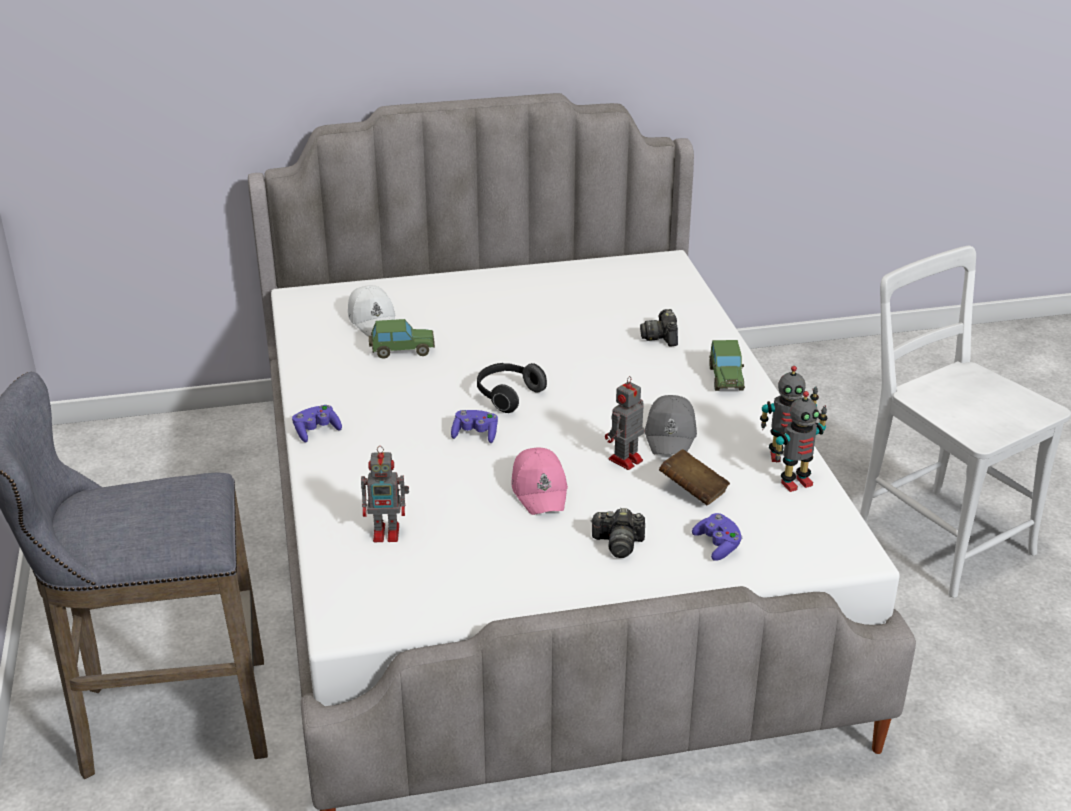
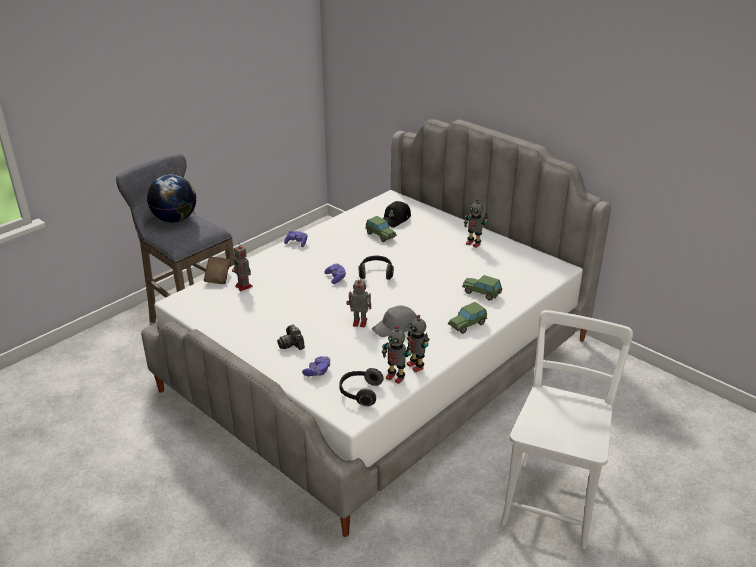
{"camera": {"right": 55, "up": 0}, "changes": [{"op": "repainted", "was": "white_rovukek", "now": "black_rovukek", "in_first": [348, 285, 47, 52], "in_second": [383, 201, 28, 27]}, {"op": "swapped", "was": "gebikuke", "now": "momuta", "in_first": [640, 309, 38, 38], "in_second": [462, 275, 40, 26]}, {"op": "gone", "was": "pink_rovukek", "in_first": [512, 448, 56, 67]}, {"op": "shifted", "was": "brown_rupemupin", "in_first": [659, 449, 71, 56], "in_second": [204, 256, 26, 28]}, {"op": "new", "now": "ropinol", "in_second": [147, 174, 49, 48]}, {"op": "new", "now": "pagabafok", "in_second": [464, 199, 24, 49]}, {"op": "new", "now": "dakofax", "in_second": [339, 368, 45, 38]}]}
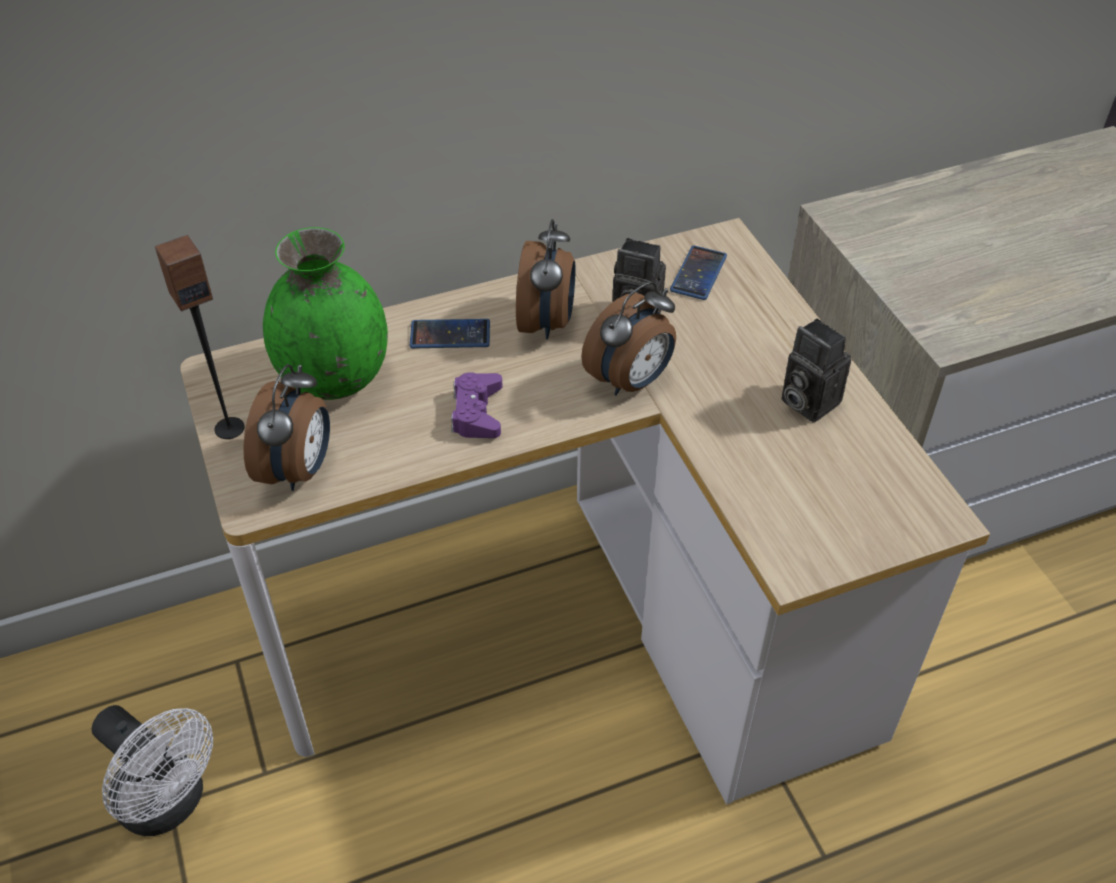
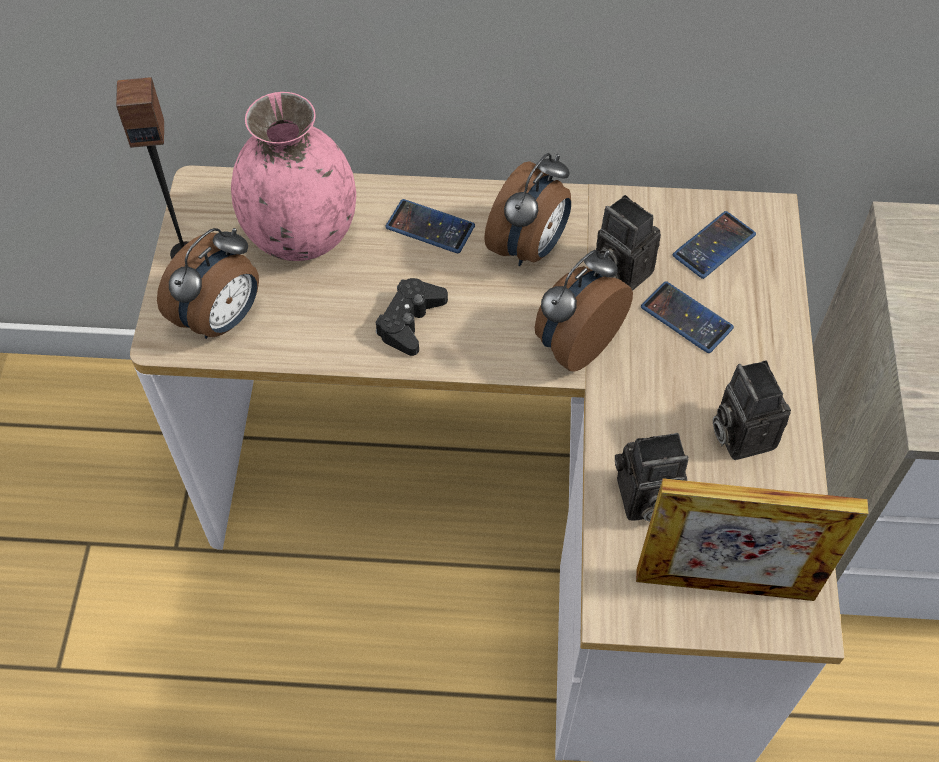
{"camera": {"right": 25, "up": 10}, "changes": [{"op": "repainted", "was": "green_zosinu", "now": "pink_zosinu", "in_first": [263, 227, 125, 173], "in_second": [231, 92, 125, 169]}, {"op": "rotated", "was": "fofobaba", "in_first": [581, 282, 95, 114], "in_second": [535, 250, 98, 122], "clockwise": 150}, {"op": "repainted", "was": "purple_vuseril", "now": "black_vuseril", "in_first": [451, 372, 52, 66], "in_second": [376, 278, 72, 78]}, {"op": "gone", "was": "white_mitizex", "in_first": [92, 705, 121, 131]}, {"op": "new", "now": "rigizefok", "in_second": [641, 281, 93, 72]}, {"op": "new", "now": "gebikuke", "in_second": [615, 433, 74, 88]}, {"op": "new", "now": "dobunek", "in_second": [636, 478, 233, 123]}]}
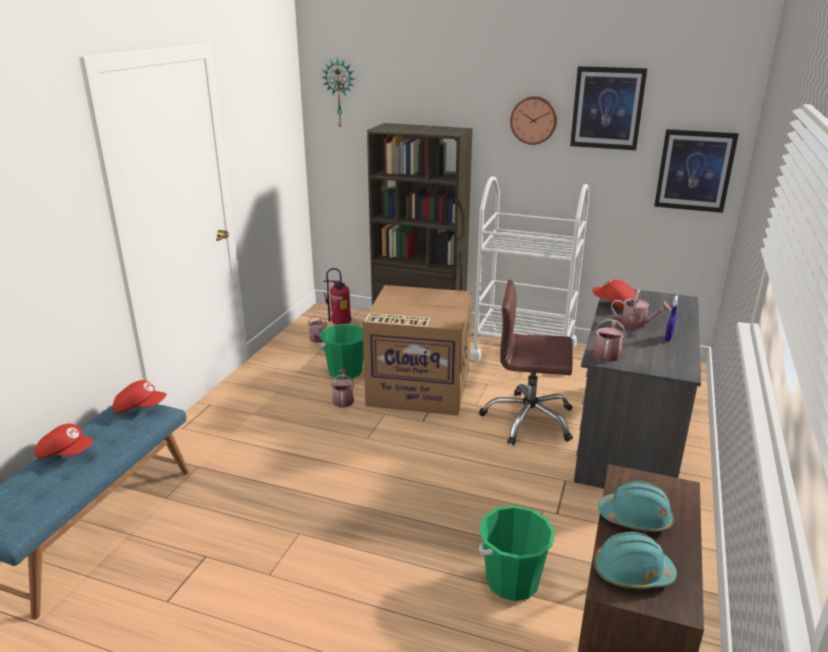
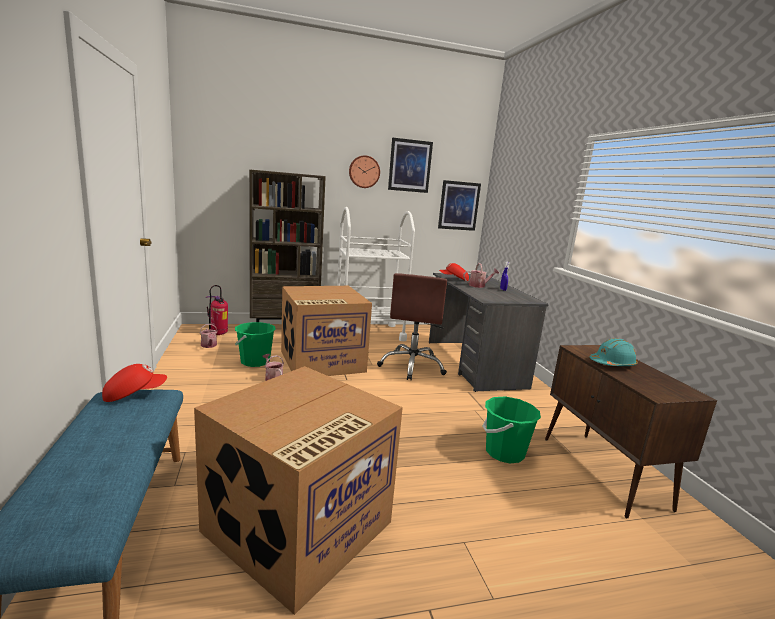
{"camera": {"right": -35, "up": -10}, "changes": [{"op": "gone", "was": "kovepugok", "in_first": [321, 58, 34, 71]}, {"op": "rotated", "was": "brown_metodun", "in_first": [479, 280, 94, 165], "in_second": [377, 273, 70, 107], "clockwise": -60}, {"op": "gone", "was": "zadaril", "in_first": [593, 315, 33, 47]}, {"op": "gone", "was": "red_rovukek", "in_first": [34, 424, 60, 34]}, {"op": "gone", "was": "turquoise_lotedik", "in_first": [594, 532, 83, 57]}, {"op": "new", "now": "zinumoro", "in_second": [194, 366, 209, 249]}]}
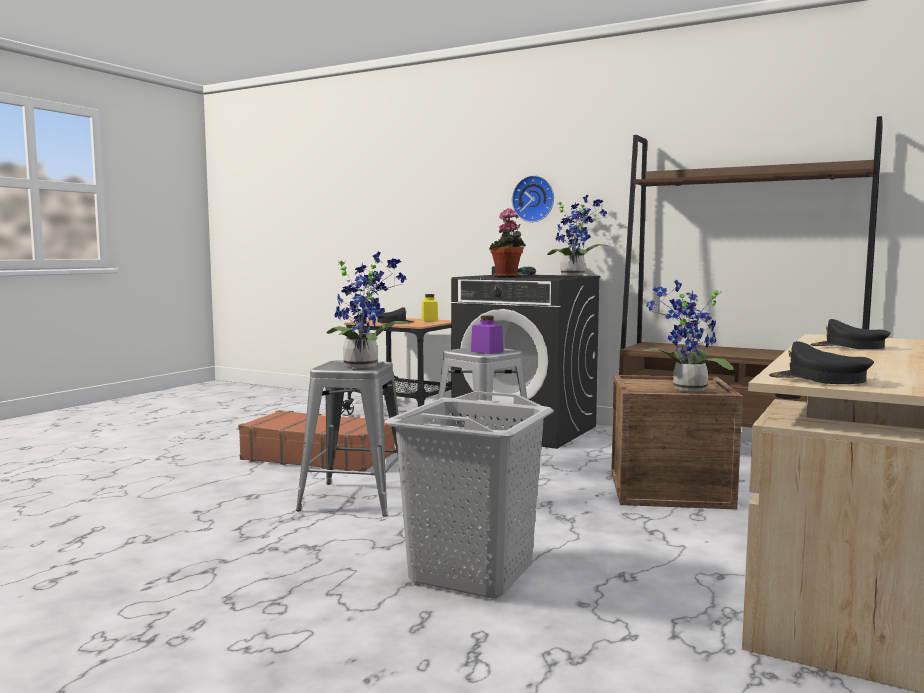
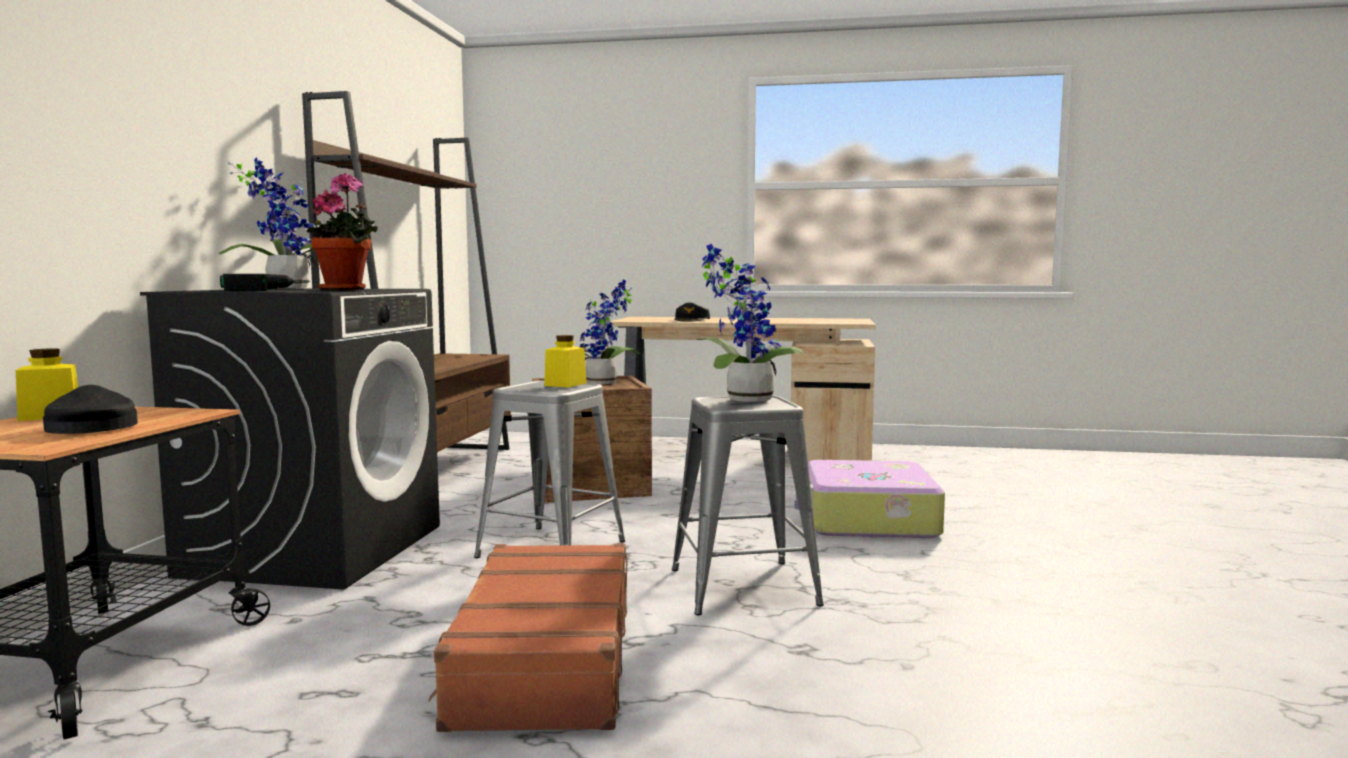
{"camera": {"right": -110, "up": 0}, "changes": [{"op": "gone", "was": "kovepugok", "in_first": [512, 175, 42, 47]}, {"op": "repainted", "was": "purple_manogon", "now": "yellow_manogon", "in_first": [471, 315, 32, 39], "in_second": [544, 335, 42, 52]}, {"op": "gone", "was": "black_rovukek", "in_first": [769, 341, 105, 43]}, {"op": "swapped", "was": "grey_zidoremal", "now": "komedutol", "in_first": [385, 391, 169, 207], "in_second": [795, 460, 150, 78]}]}
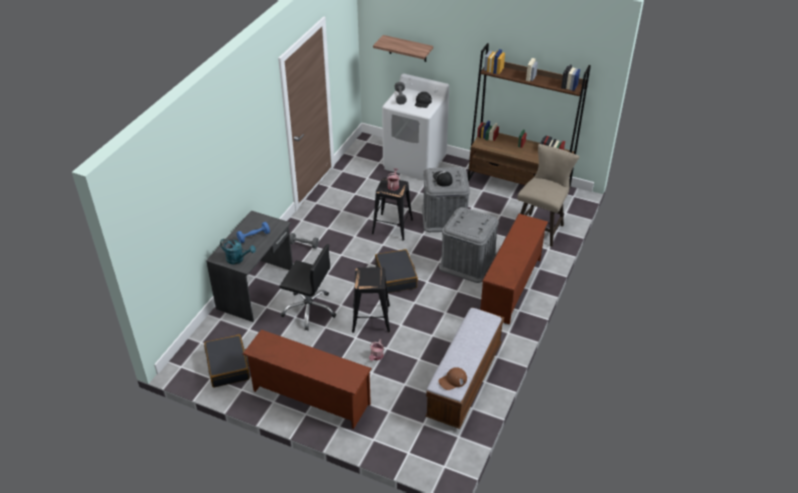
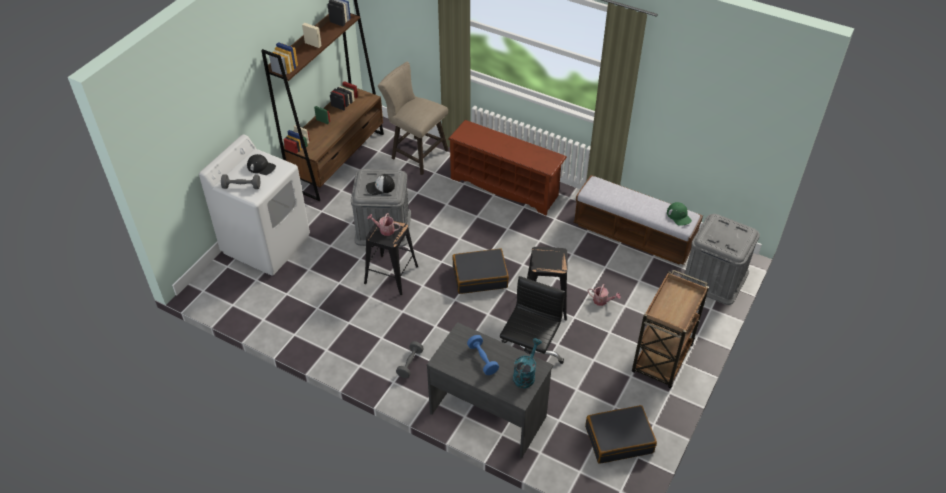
{"camera": {"right": -85, "up": 5}, "changes": [{"op": "gone", "was": "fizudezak", "in_first": [373, 35, 60, 27]}, {"op": "shifted", "was": "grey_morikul", "in_first": [439, 207, 60, 76], "in_second": [682, 214, 78, 91]}, {"op": "swapped", "was": "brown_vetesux", "now": "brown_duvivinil", "in_first": [243, 329, 129, 100], "in_second": [632, 270, 77, 119]}, {"op": "repainted", "was": "brown_rovukek", "now": "green_rovukek", "in_first": [439, 368, 28, 22], "in_second": [667, 202, 25, 24]}]}
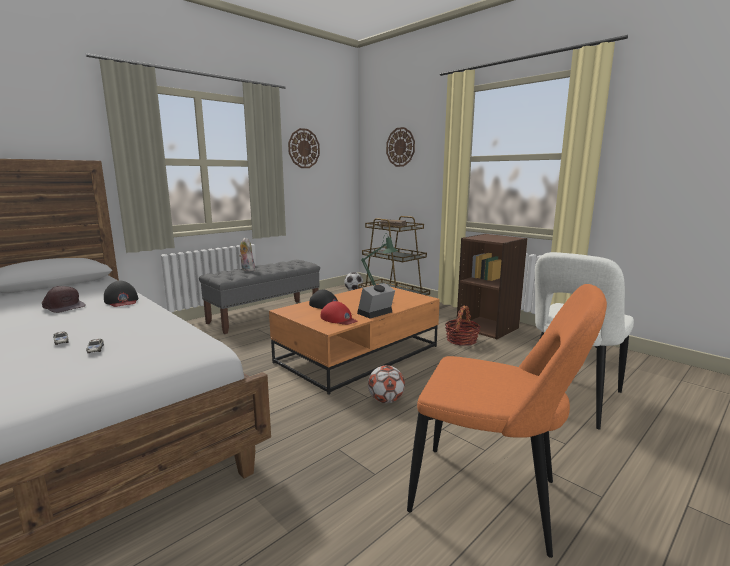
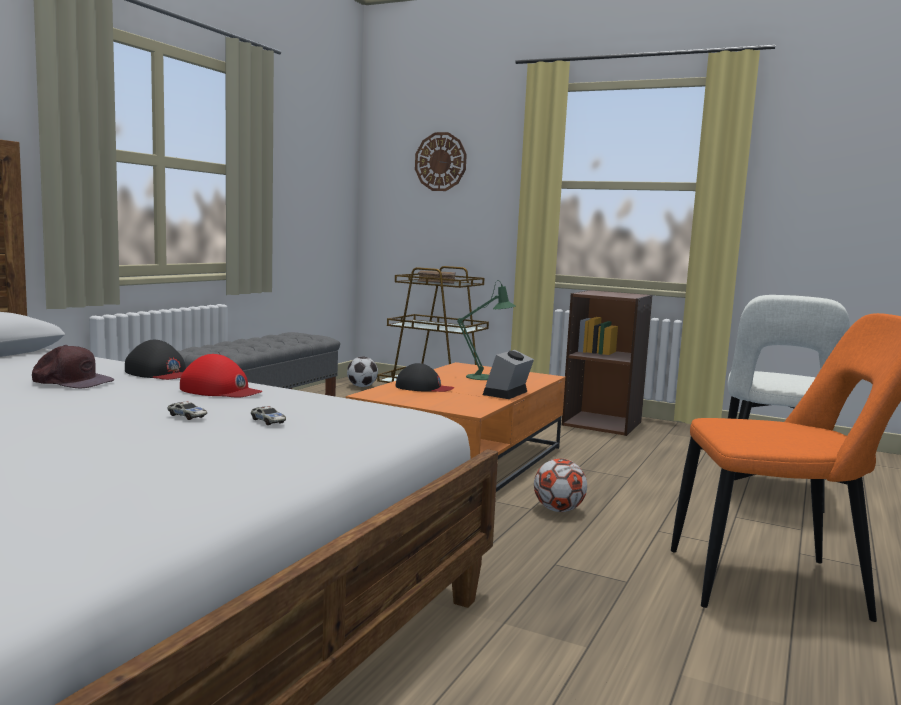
{"camera": {"right": -20, "up": -5}, "changes": [{"op": "gone", "was": "kovepugok", "in_first": [288, 128, 32, 40]}, {"op": "gone", "was": "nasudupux", "in_first": [239, 238, 16, 33]}, {"op": "shifted", "was": "red_rovukek", "in_first": [321, 301, 36, 24], "in_second": [180, 354, 83, 44]}, {"op": "gone", "was": "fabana", "in_first": [445, 306, 36, 40]}]}
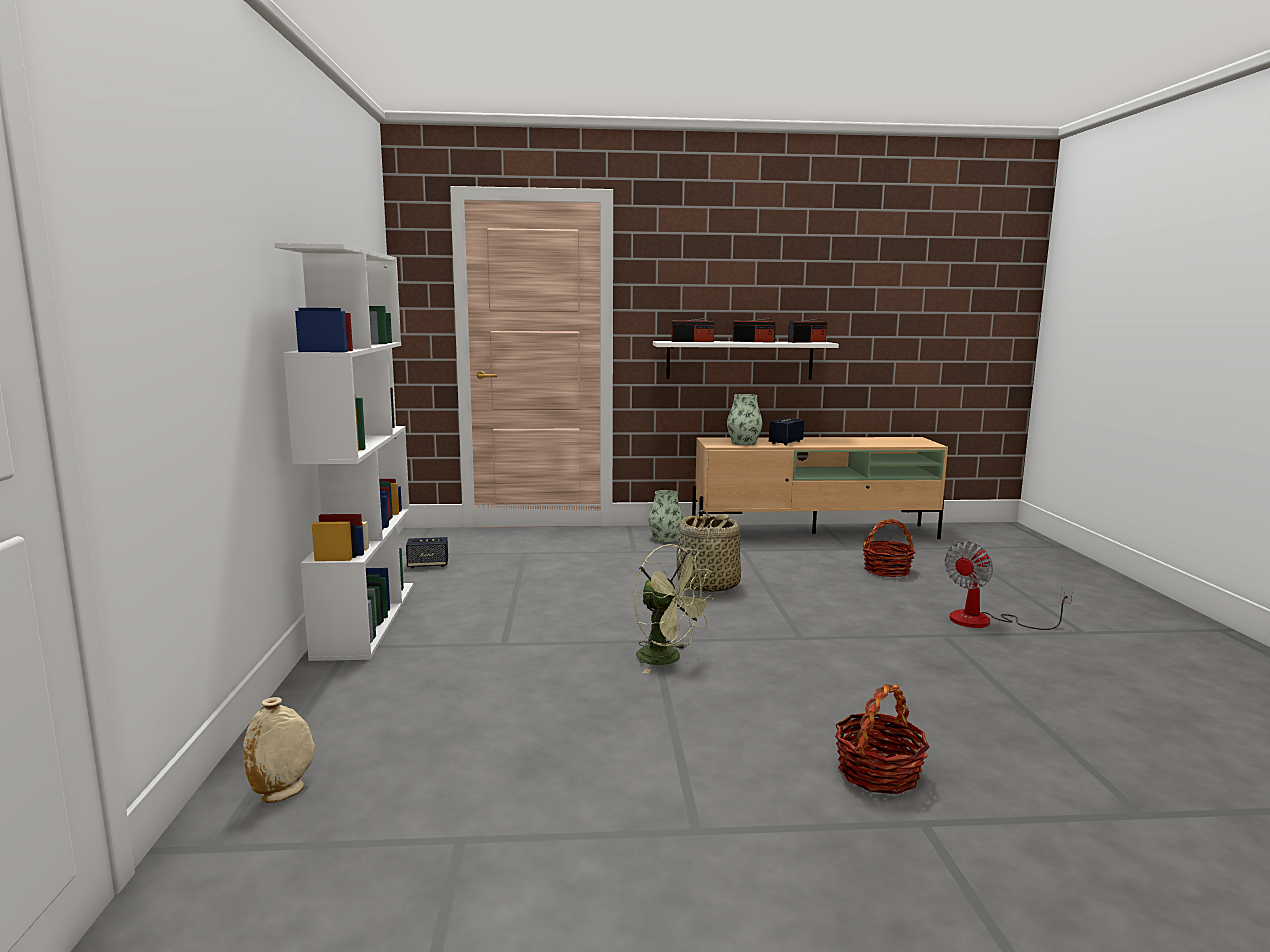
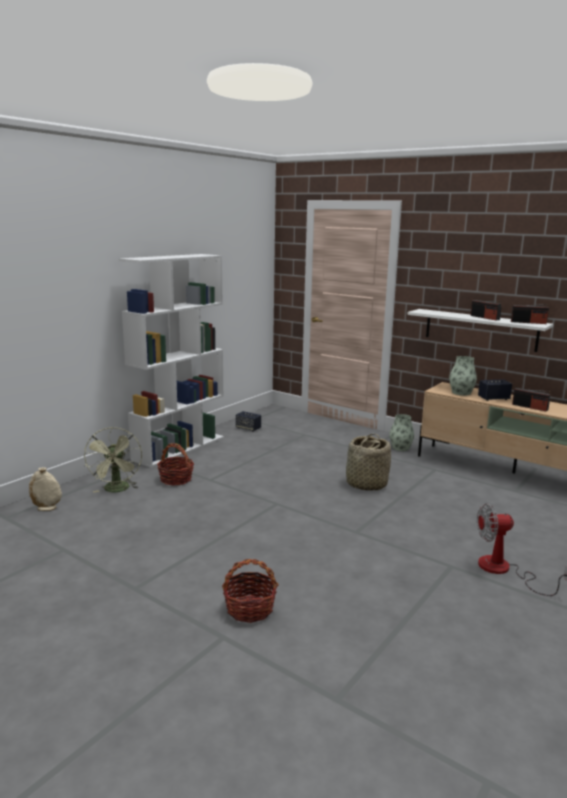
{"camera": {"right": 40, "up": 5}, "changes": [{"op": "shifted", "was": "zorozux", "in_first": [671, 317, 43, 25], "in_second": [512, 388, 38, 24]}, {"op": "shifted", "was": "fabana", "in_first": [862, 519, 53, 58], "in_second": [157, 443, 37, 43]}, {"op": "shifted", "was": "green_mitizex", "in_first": [634, 544, 81, 130], "in_second": [84, 427, 58, 65]}]}
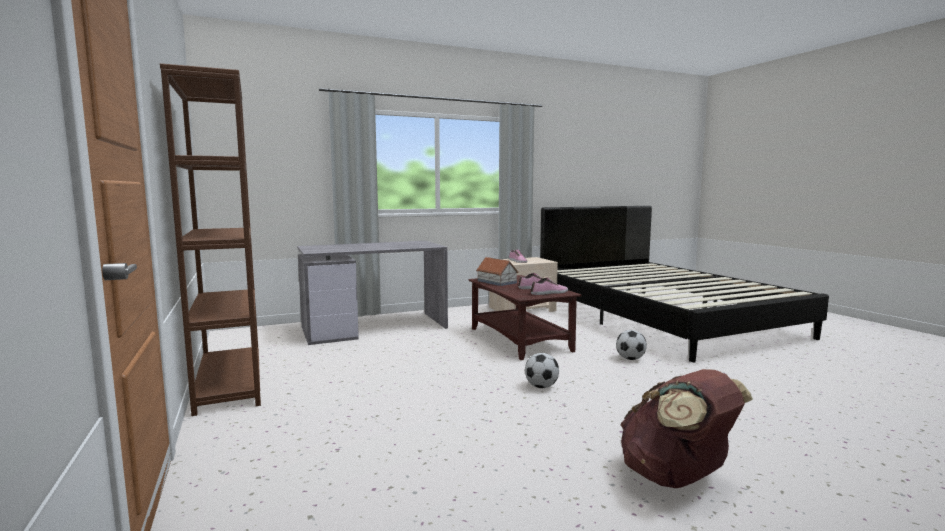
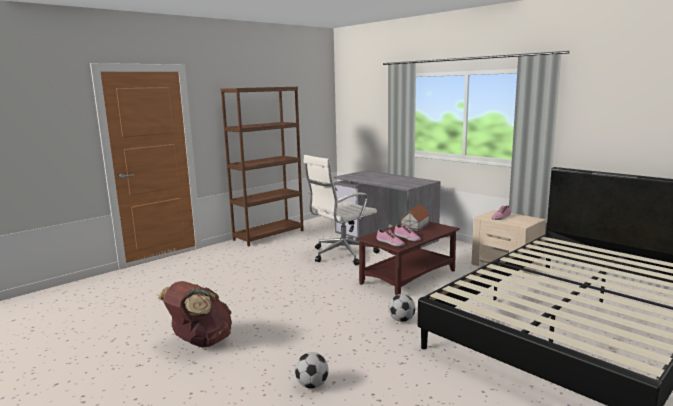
{"camera": {"right": 70, "up": 5}, "changes": [{"op": "shifted", "was": "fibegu", "in_first": [525, 353, 34, 35], "in_second": [295, 352, 34, 37]}, {"op": "new", "now": "white_metodun", "in_second": [303, 155, 77, 110]}]}
